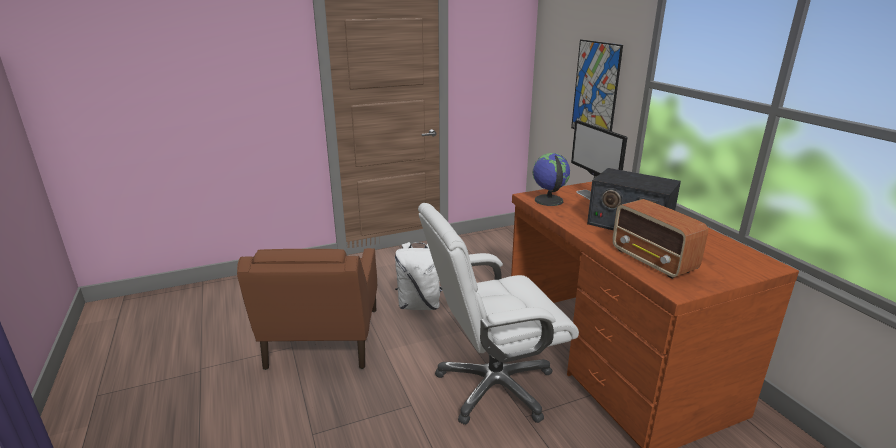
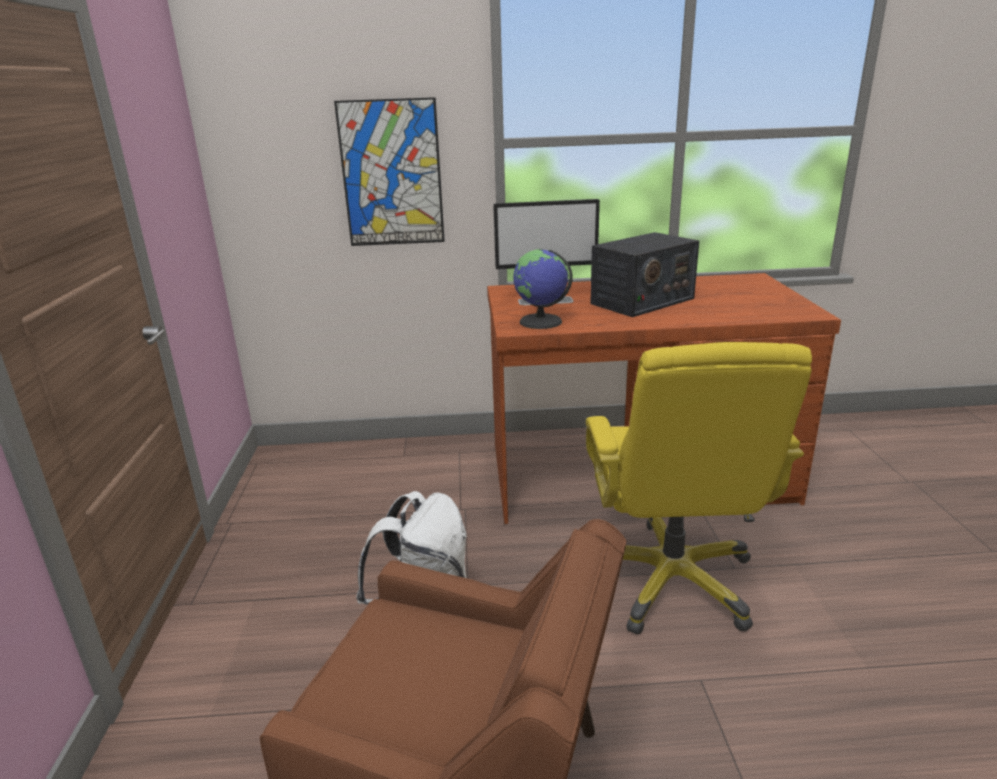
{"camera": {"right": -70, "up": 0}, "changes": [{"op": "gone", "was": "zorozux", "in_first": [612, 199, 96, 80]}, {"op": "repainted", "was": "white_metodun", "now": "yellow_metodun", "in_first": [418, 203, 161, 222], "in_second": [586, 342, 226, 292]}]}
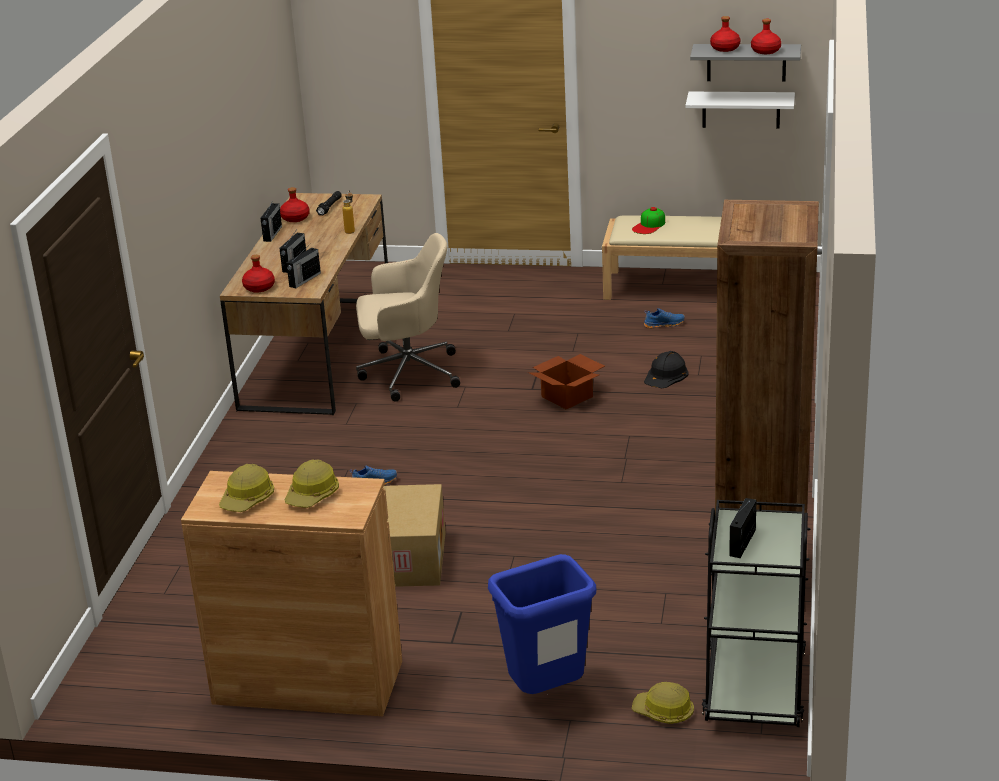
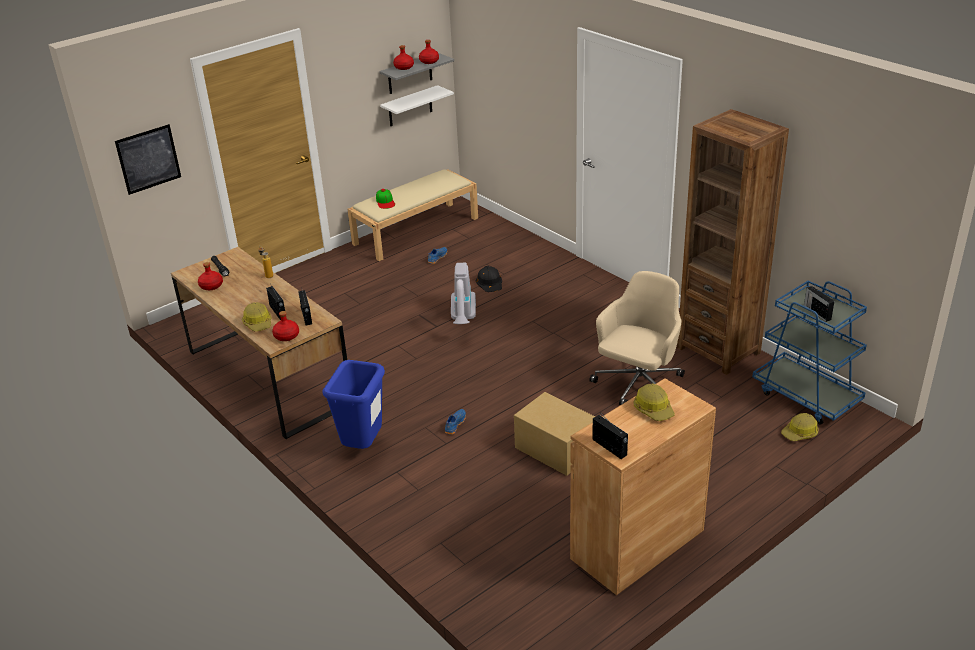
{"camera": {"right": -50, "up": 5}, "changes": [{"op": "shifted", "was": "zorozux", "in_first": [260, 200, 22, 42], "in_second": [592, 415, 36, 44]}, {"op": "shifted", "was": "beige_metodun", "in_first": [356, 233, 104, 169], "in_second": [589, 271, 96, 134]}, {"op": "swapped", "was": "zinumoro", "now": "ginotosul", "in_first": [528, 354, 77, 55], "in_second": [451, 263, 25, 61]}, {"op": "shifted", "was": "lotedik", "in_first": [219, 464, 55, 48], "in_second": [242, 302, 30, 30]}, {"op": "repainted", "was": "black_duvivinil", "now": "blue_duvivinil", "in_first": [702, 500, 108, 227], "in_second": [752, 281, 115, 144]}, {"op": "shifted", "was": "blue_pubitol", "in_first": [488, 554, 109, 140], "in_second": [323, 360, 62, 89]}, {"op": "new", "now": "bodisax", "in_second": [115, 124, 66, 71]}]}
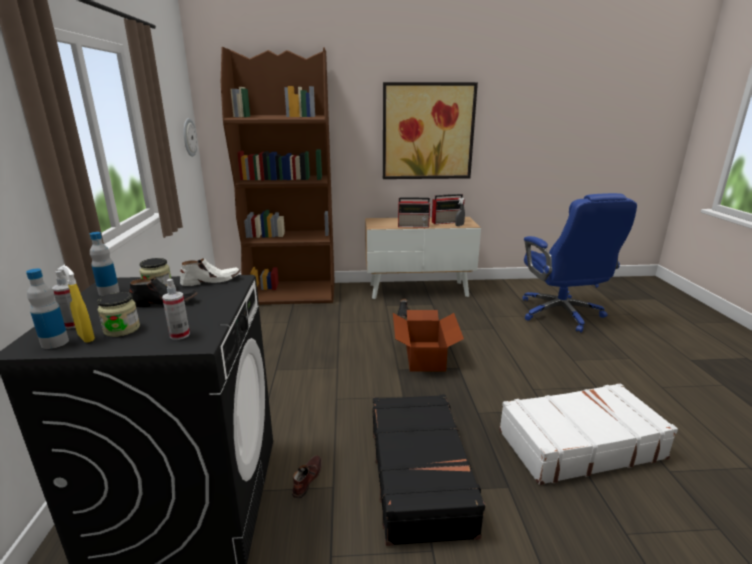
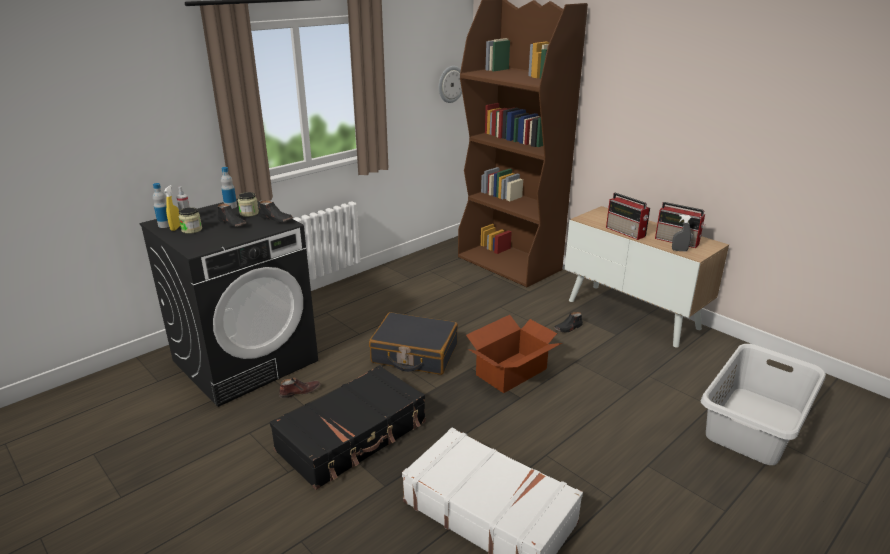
{"camera": {"right": 50, "up": 5}, "changes": [{"op": "gone", "was": "bodisax", "in_first": [383, 82, 95, 97]}, {"op": "swapped", "was": "blue_metodun", "now": "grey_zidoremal", "in_first": [523, 193, 114, 140], "in_second": [701, 344, 125, 121]}, {"op": "repainted", "was": "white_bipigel", "now": "black_bipigel", "in_first": [180, 258, 60, 28], "in_second": [259, 200, 34, 22]}, {"op": "gone", "was": "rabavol", "in_first": [162, 279, 28, 61]}, {"op": "new", "now": "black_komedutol", "in_second": [369, 312, 89, 63]}]}
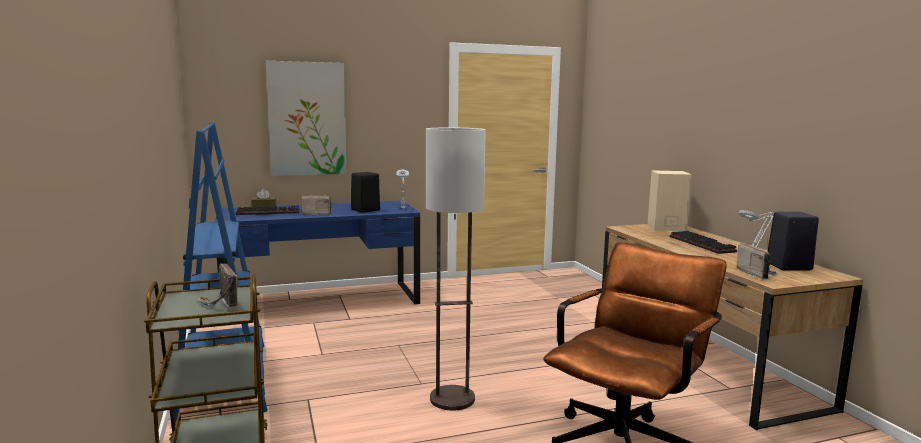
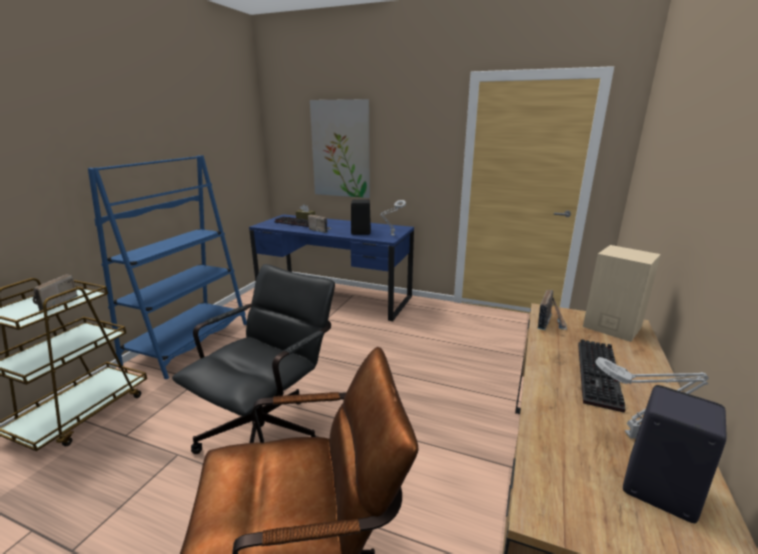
{"camera": {"right": 40, "up": 10}, "changes": [{"op": "swapped", "was": "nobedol", "now": "black_metodun", "in_first": [426, 127, 60, 283], "in_second": [172, 264, 163, 190]}, {"op": "shifted", "was": "zorozux", "in_first": [737, 243, 43, 37], "in_second": [537, 290, 30, 40]}]}
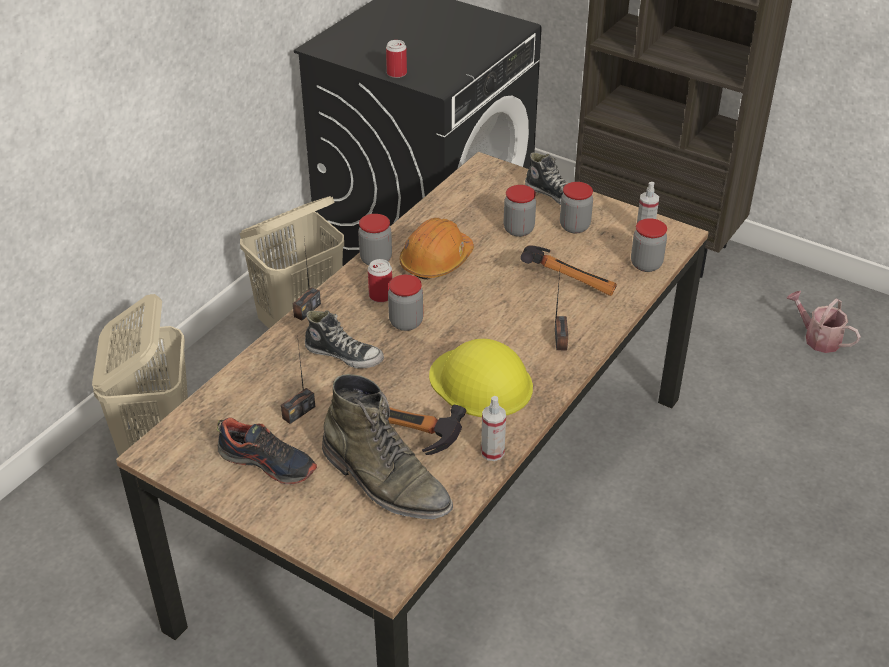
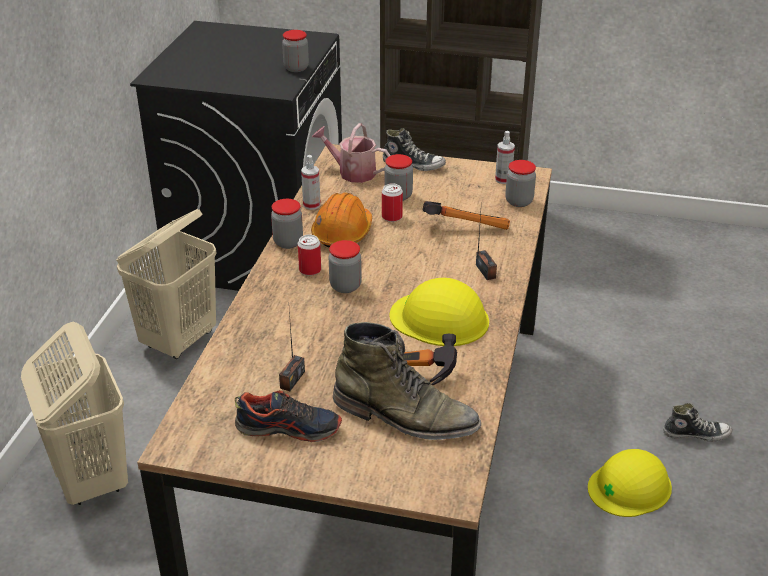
{"camera": {"right": -20, "up": -5}, "changes": [{"op": "shifted", "was": "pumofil", "in_first": [386, 40, 21, 38], "in_second": [382, 183, 21, 39]}, {"op": "shifted", "was": "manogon", "in_first": [560, 182, 33, 51], "in_second": [282, 30, 27, 42]}, {"op": "gone", "was": "zorozux", "in_first": [293, 239, 28, 82]}, {"op": "shifted", "was": "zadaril", "in_first": [786, 291, 75, 62], "in_second": [312, 123, 79, 60]}, {"op": "shifted", "was": "bipigel", "in_first": [305, 310, 79, 59], "in_second": [663, 403, 69, 39]}, {"op": "shifted", "was": "rabavol", "in_first": [481, 396, 25, 65], "in_second": [301, 155, 20, 55]}, {"op": "new", "now": "yellow_lotedik", "in_second": [588, 449, 84, 68]}]}
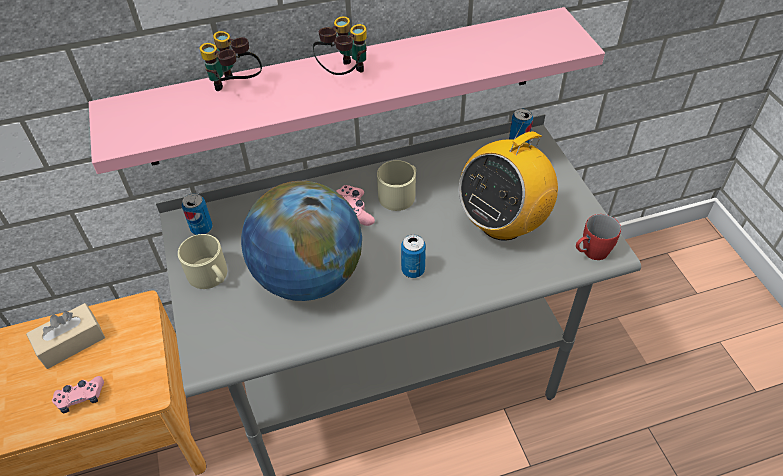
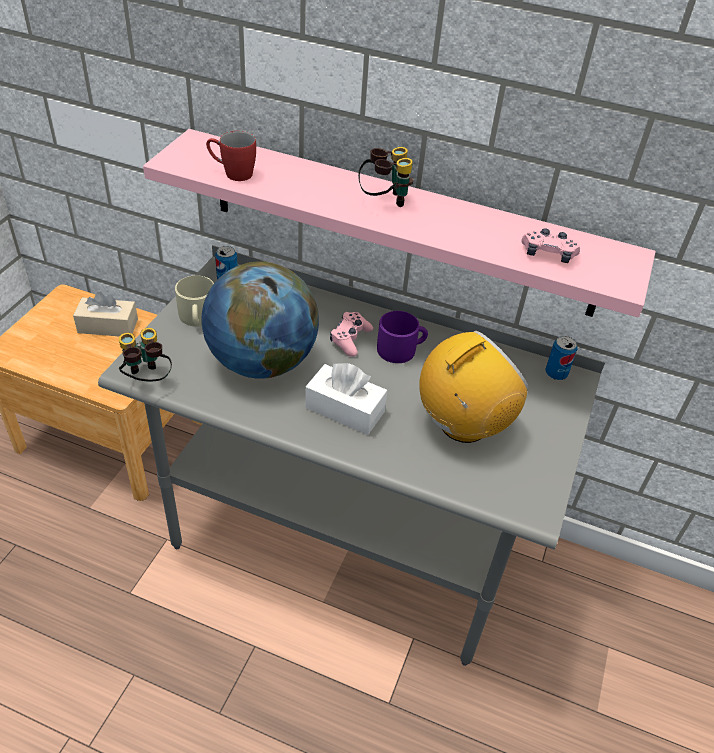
{"camera": {"right": 35, "up": -5}, "changes": [{"op": "shifted", "was": "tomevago", "in_first": [200, 31, 62, 60], "in_second": [119, 328, 53, 54]}, {"op": "rotated", "was": "zorozux", "in_first": [458, 122, 100, 119], "in_second": [419, 331, 110, 112], "clockwise": 150}, {"op": "repainted", "was": "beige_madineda", "now": "purple_madineda", "in_first": [377, 160, 39, 51], "in_second": [377, 311, 51, 52]}, {"op": "shifted", "was": "red_madineda", "in_first": [576, 214, 45, 46], "in_second": [206, 131, 50, 50]}, {"op": "swapped", "was": "pumofil", "now": "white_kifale", "in_first": [401, 234, 25, 44], "in_second": [305, 363, 82, 72]}, {"op": "shifted", "was": "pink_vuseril", "in_first": [52, 376, 52, 37], "in_second": [521, 228, 59, 35]}]}
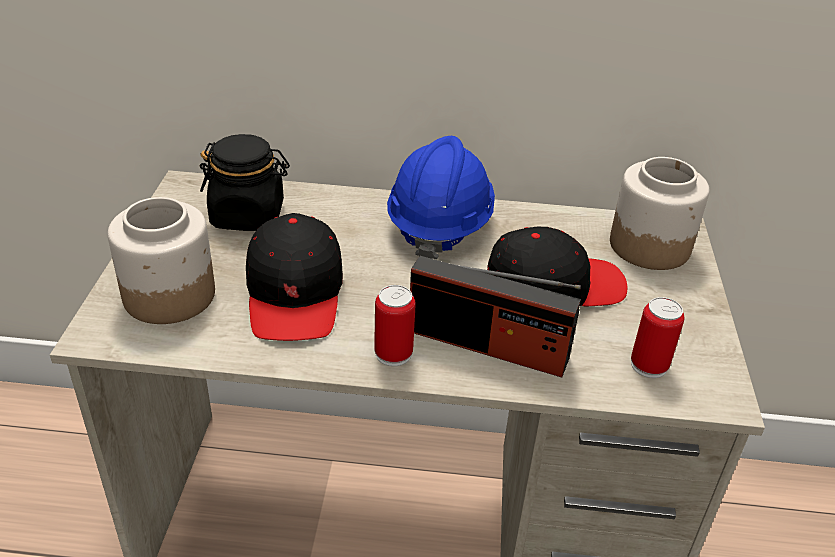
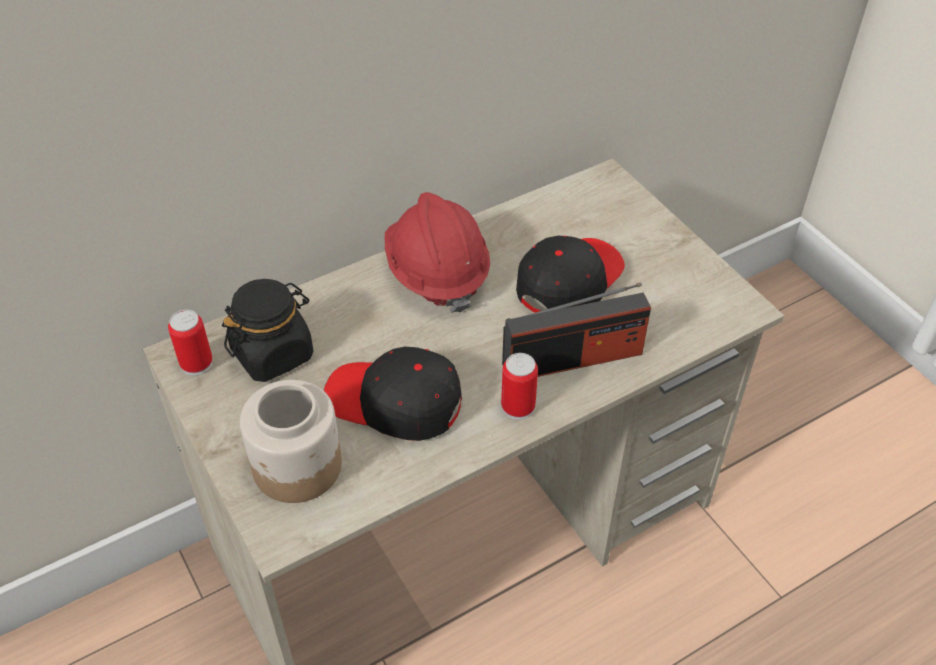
{"camera": {"right": -35, "up": 10}, "changes": [{"op": "repainted", "was": "blue_lotedik", "now": "red_lotedik", "in_first": [387, 136, 108, 123], "in_second": [385, 192, 105, 121]}, {"op": "gone", "was": "manogon", "in_first": [610, 157, 99, 113]}, {"op": "rotated", "was": "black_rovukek", "in_first": [246, 213, 97, 128], "in_second": [324, 347, 138, 94], "clockwise": 150}, {"op": "shifted", "was": "pumofil", "in_first": [631, 297, 54, 81], "in_second": [168, 310, 45, 66]}]}
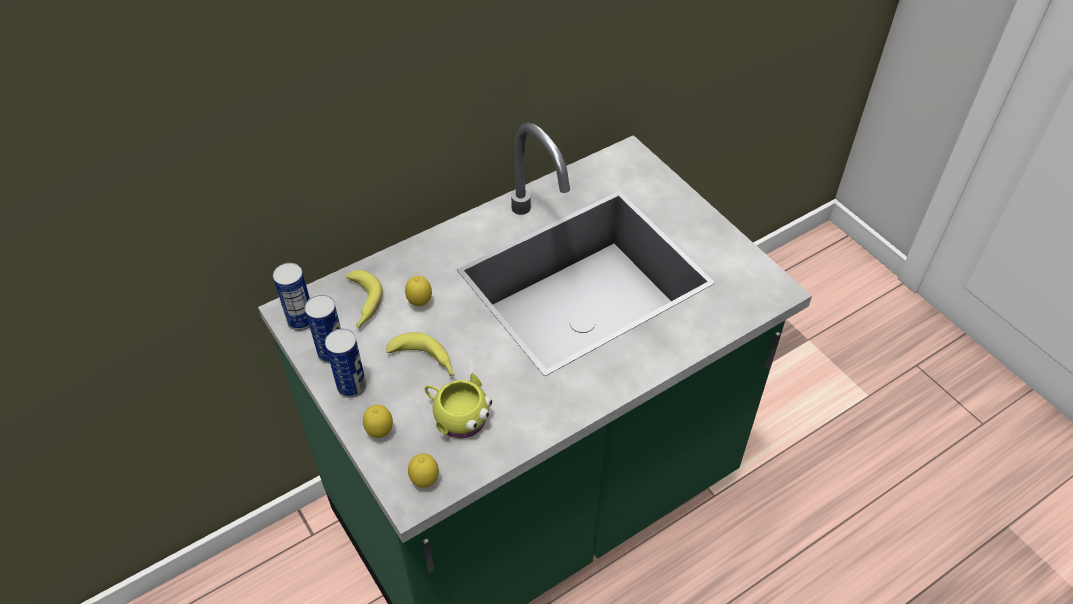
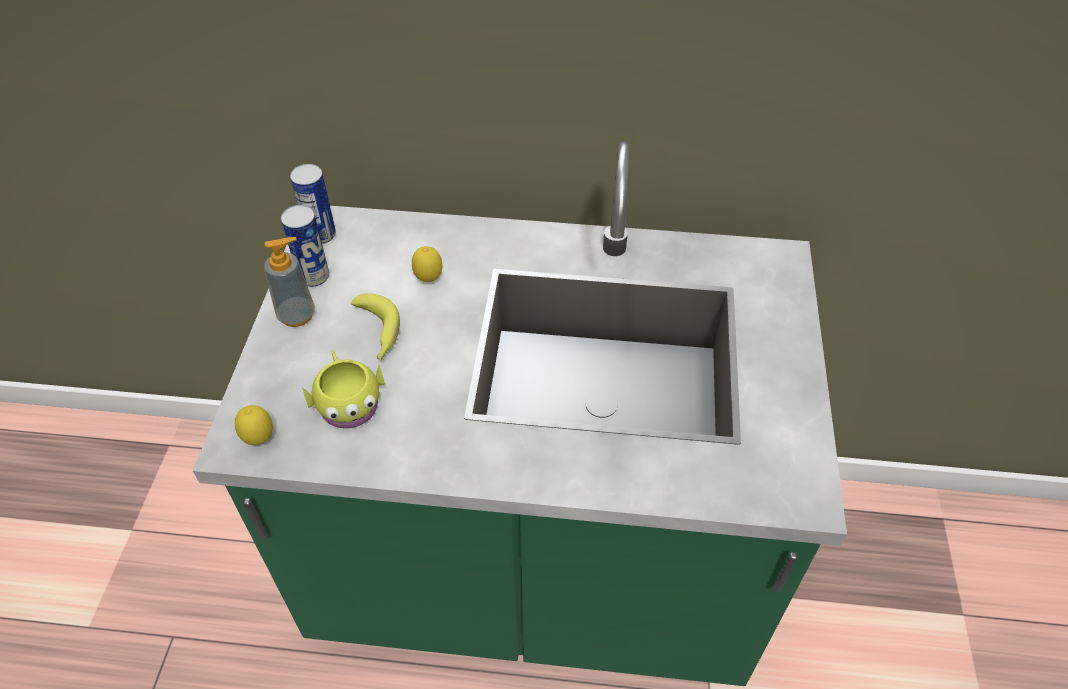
{"camera": {"right": 40, "up": 0}, "changes": [{"op": "gone", "was": "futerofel", "in_first": [346, 270, 37, 58]}, {"op": "swapped", "was": "pumofil", "now": "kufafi", "in_first": [325, 329, 41, 69], "in_second": [264, 237, 51, 90]}, {"op": "gone", "was": "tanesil", "in_first": [363, 405, 30, 33]}]}
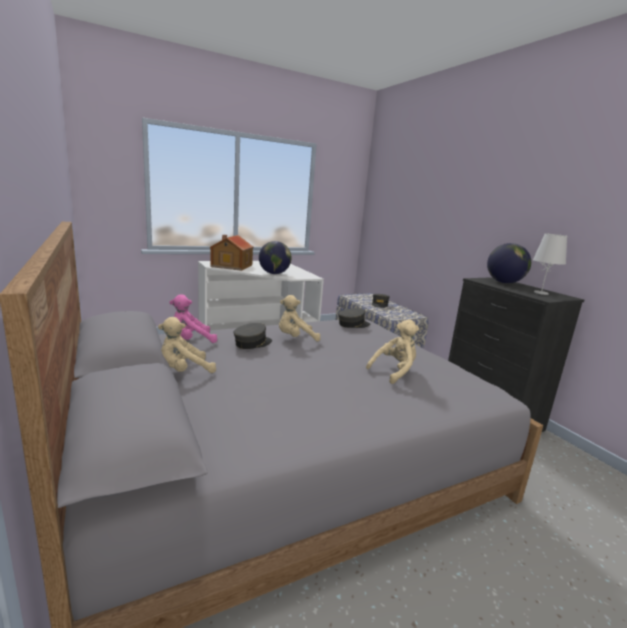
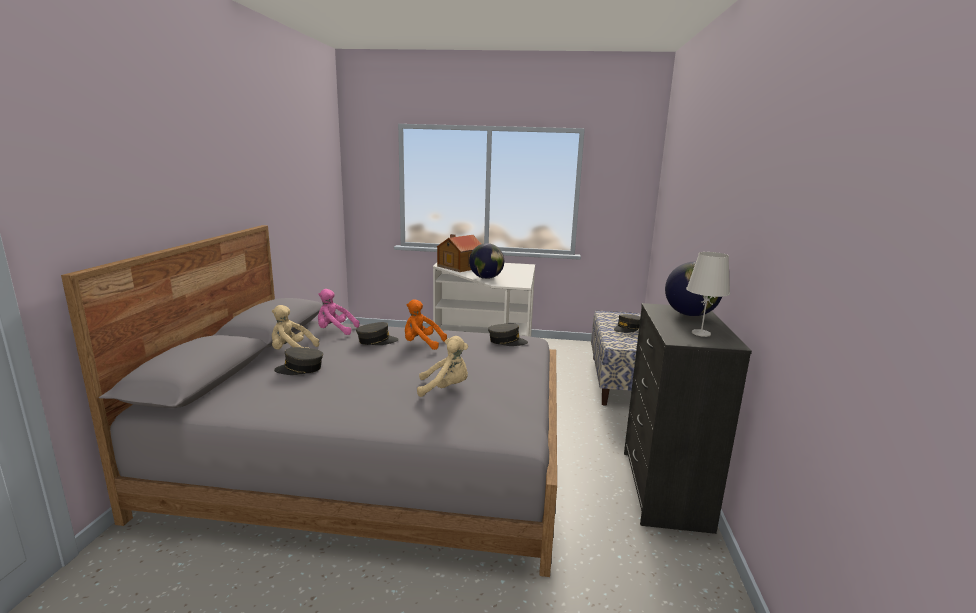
{"camera": {"right": 35, "up": 0}, "changes": [{"op": "repainted", "was": "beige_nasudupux", "now": "orange_nasudupux", "in_first": [279, 295, 41, 47], "in_second": [405, 299, 42, 51]}, {"op": "new", "now": "grey_rovukek", "in_second": [274, 347, 49, 28]}]}
